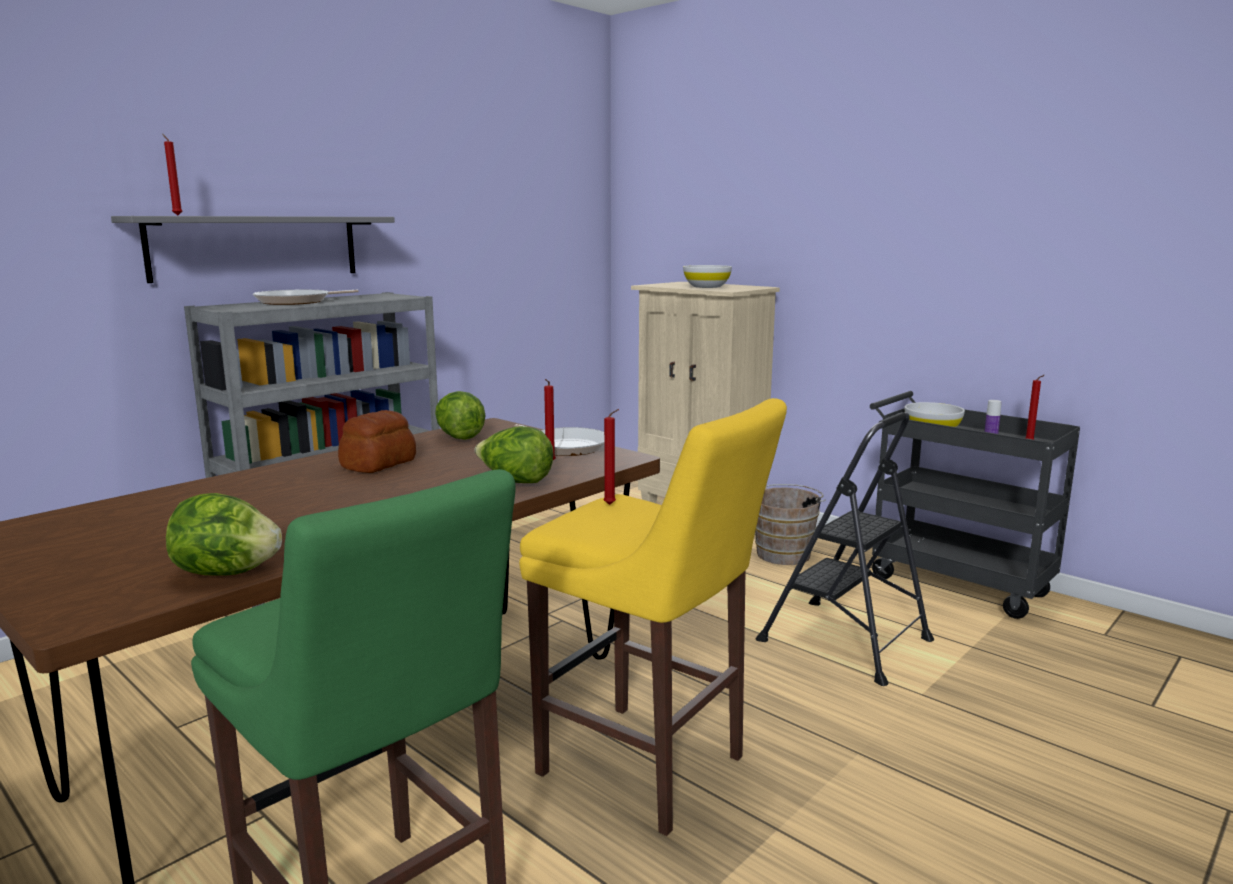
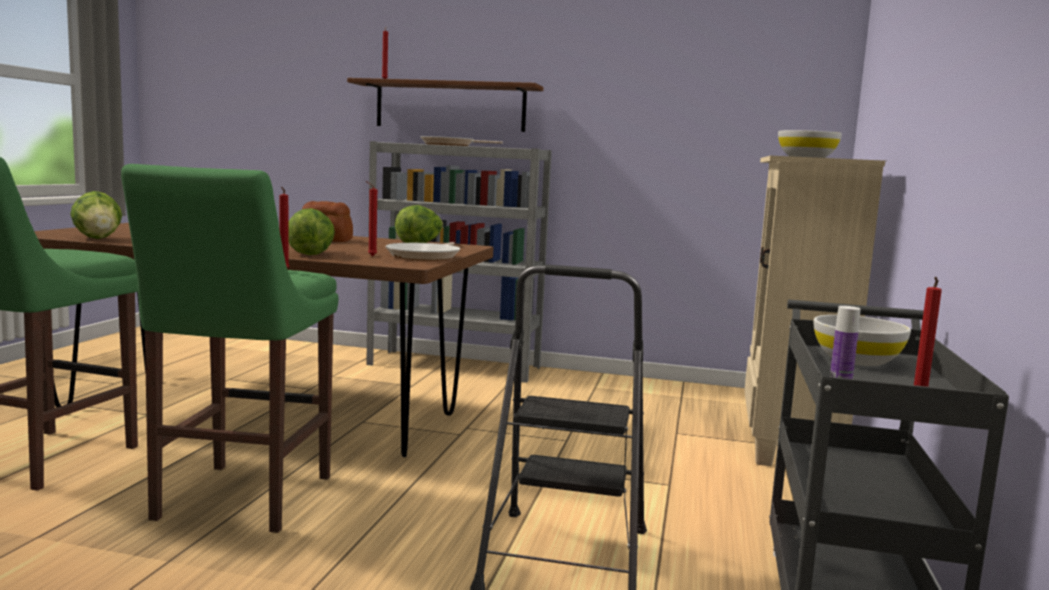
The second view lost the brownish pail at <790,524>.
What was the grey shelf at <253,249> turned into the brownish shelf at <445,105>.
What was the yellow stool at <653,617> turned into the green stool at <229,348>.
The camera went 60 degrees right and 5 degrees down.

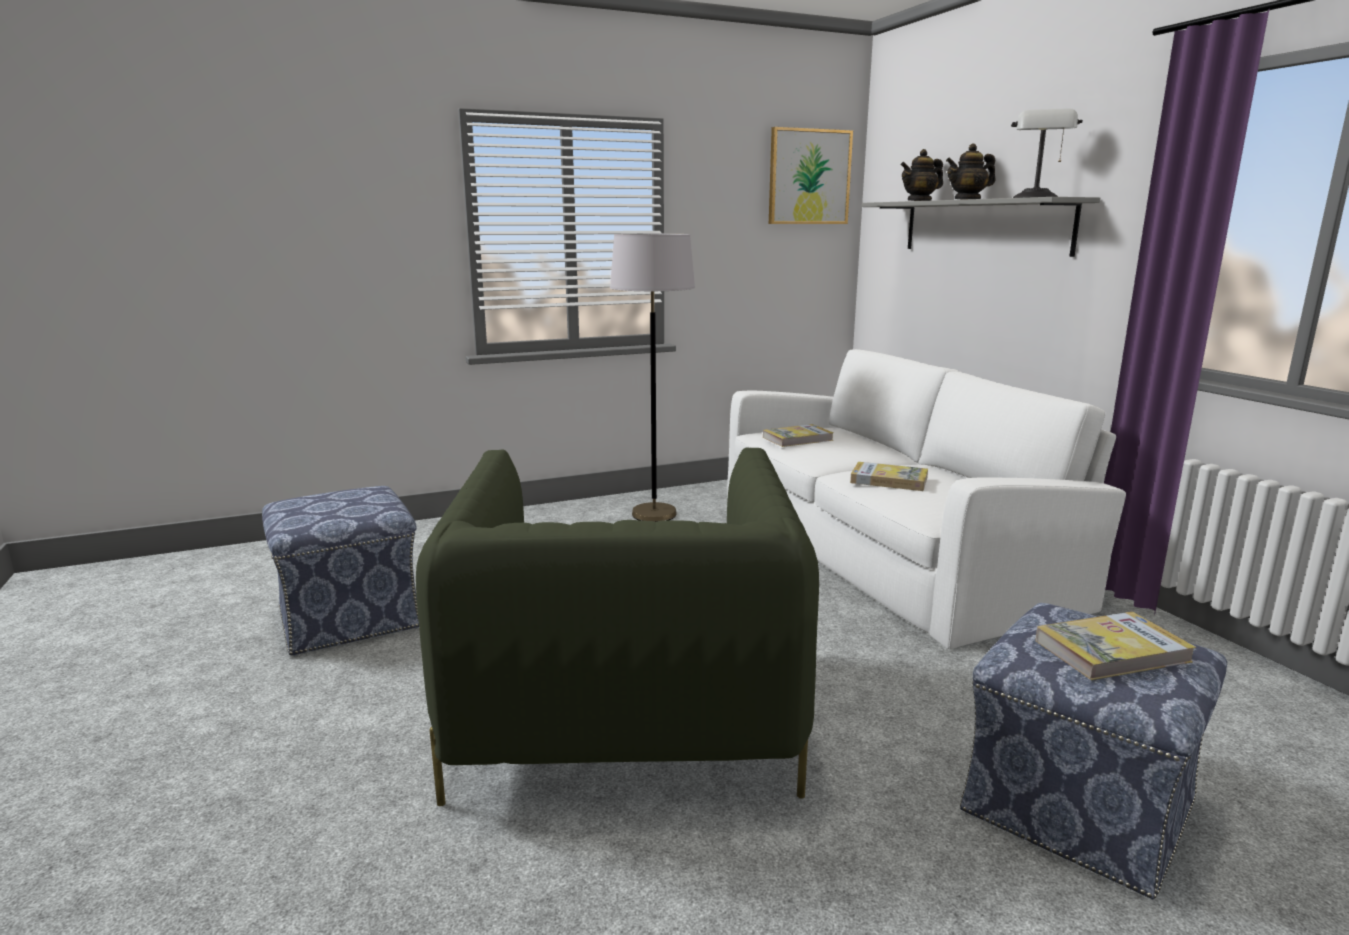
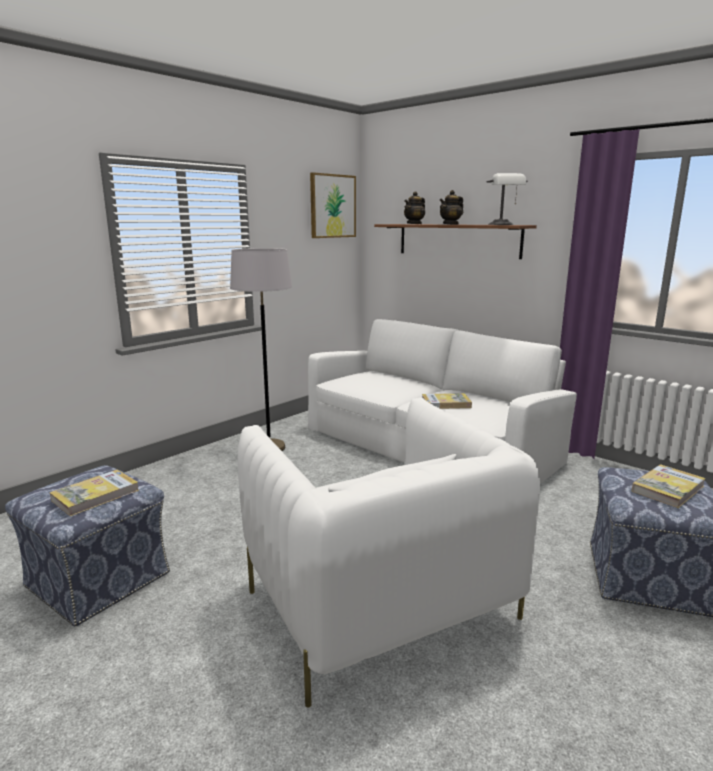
The book ended up elsewhere, having gone from <798,435> to <94,493>.
What was the green armchair at <617,626> turned into the whitish armchair at <389,553>.
What was the grey shelf at <981,227> turned into the brownish shelf at <455,241>.
The camera went 25 degrees left and 0 degrees up.

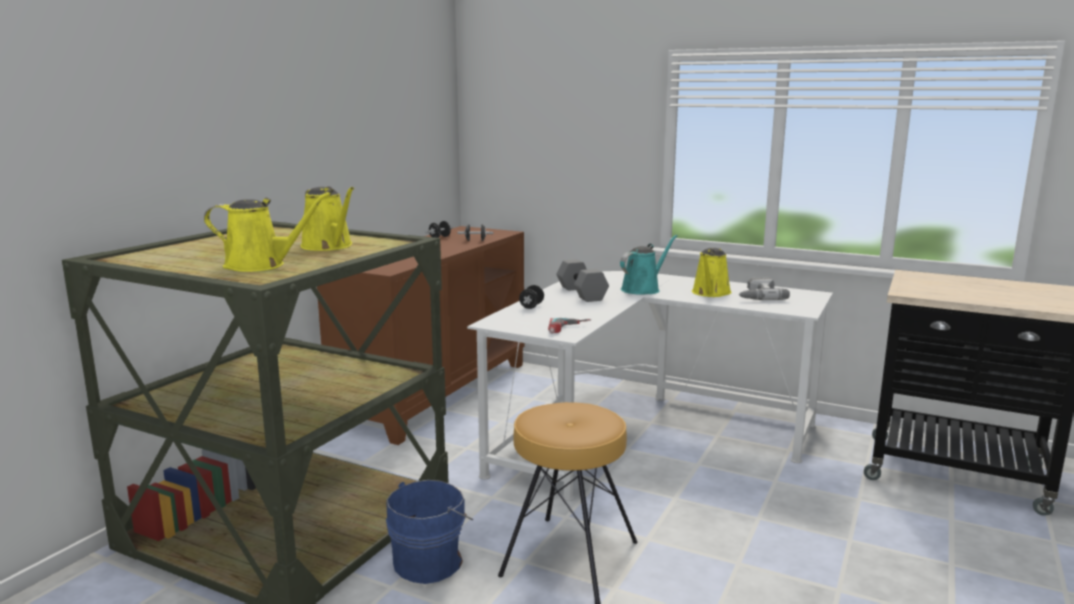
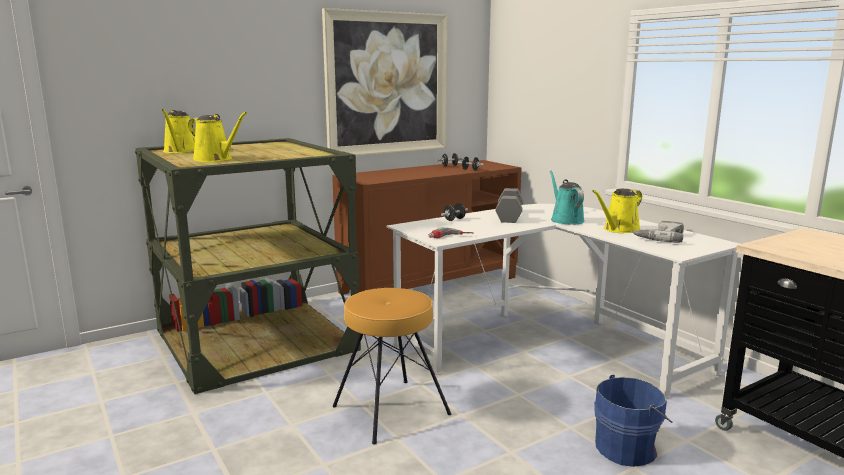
The second view gained the wall picture at <384,82>.
The yellow sprinkling can ended up elsewhere, having gone from <327,219> to <178,131>.
The blue-coloured pail ended up elsewhere, having gone from <429,532> to <633,421>.
The turquoise sprinkling can at <649,265> ended up facing another way, 90 degrees counterclockwise from before.
The camera went 30 degrees right and 0 degrees up.

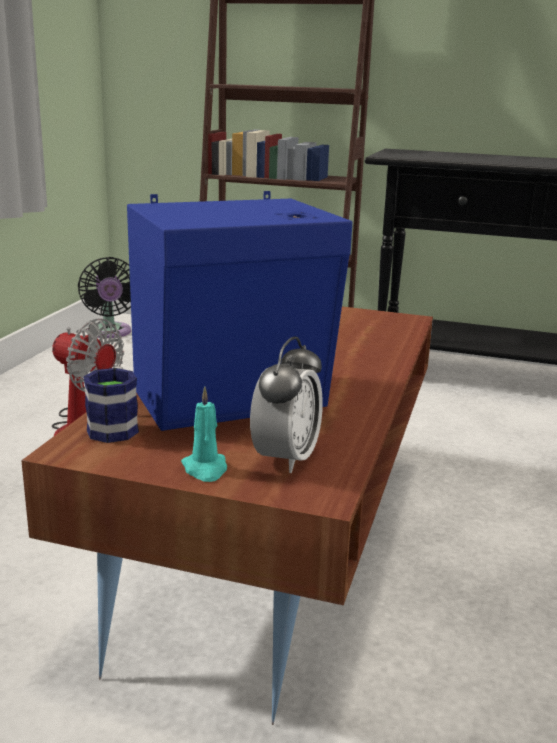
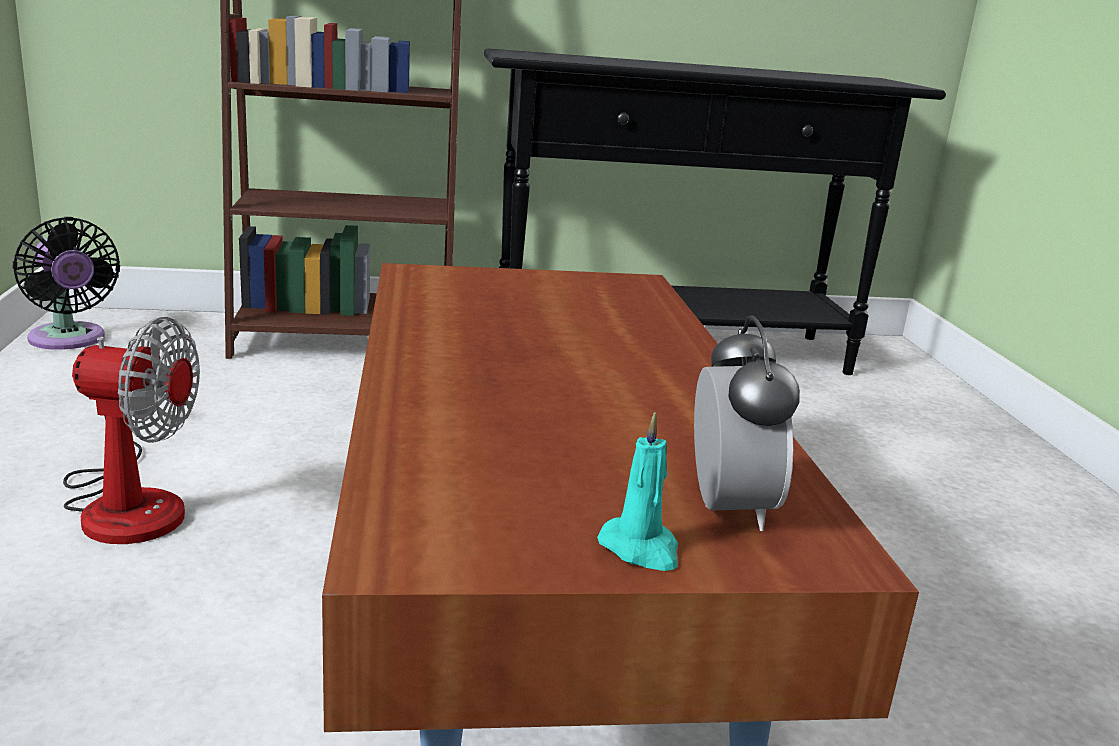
The second view lost the coffee mug at <111,404>.
The second view lost the blue-coloured speaker at <239,311>.
The camera went 25 degrees left and 0 degrees up.

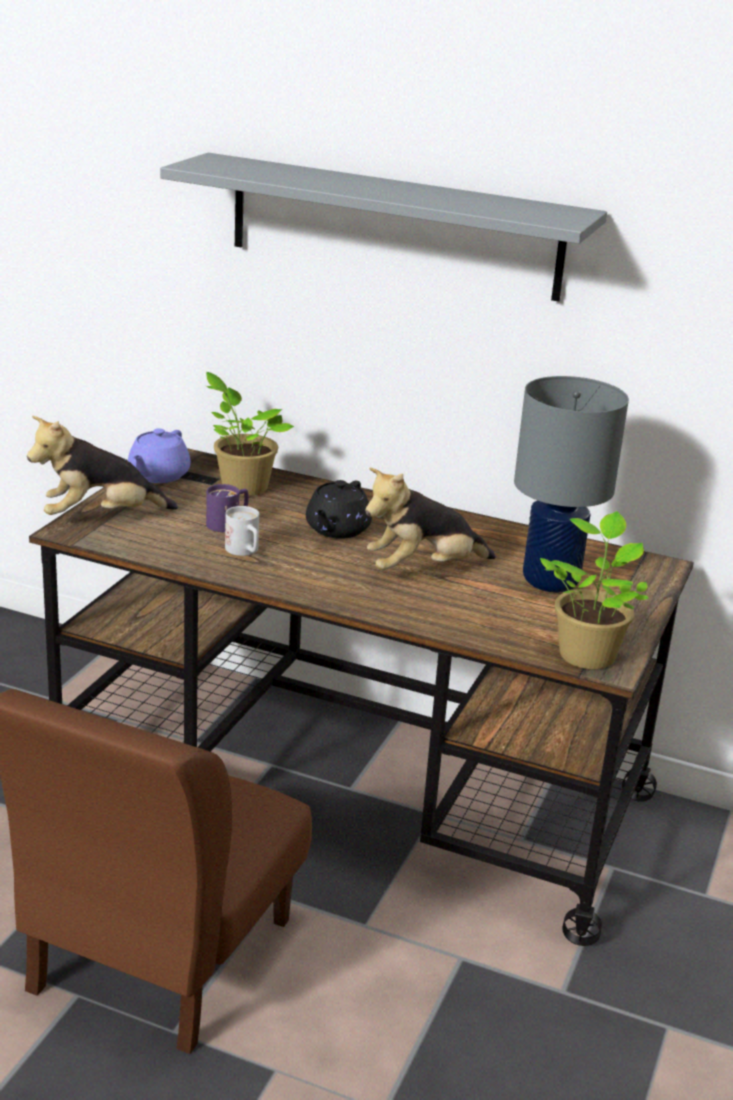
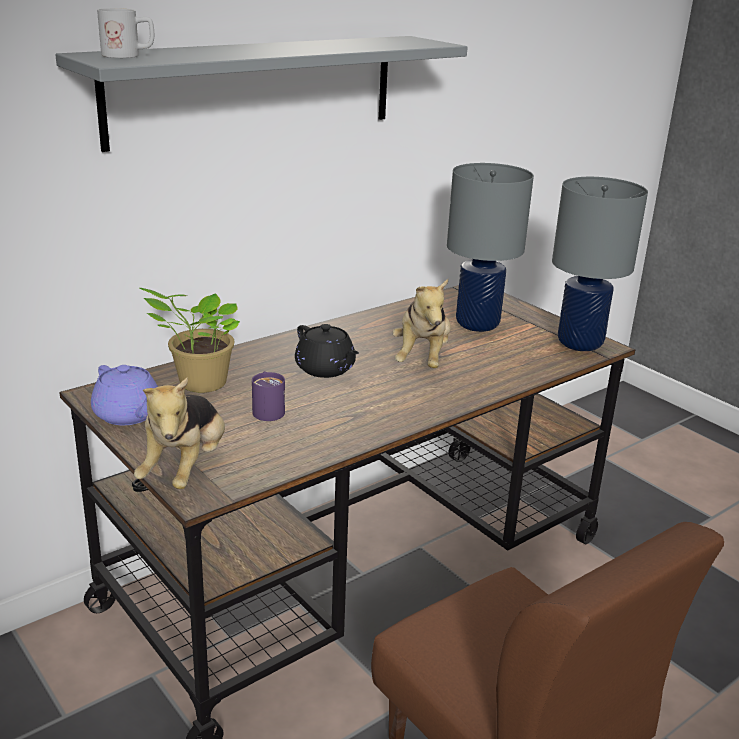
The whitish coffee mug ended up elsewhere, having gone from <242,531> to <125,33>.
Where the houseplant stood at <594,590>, the grey tabletop lamp came to stand at <600,264>.
The camera went 60 degrees left and 0 degrees up.

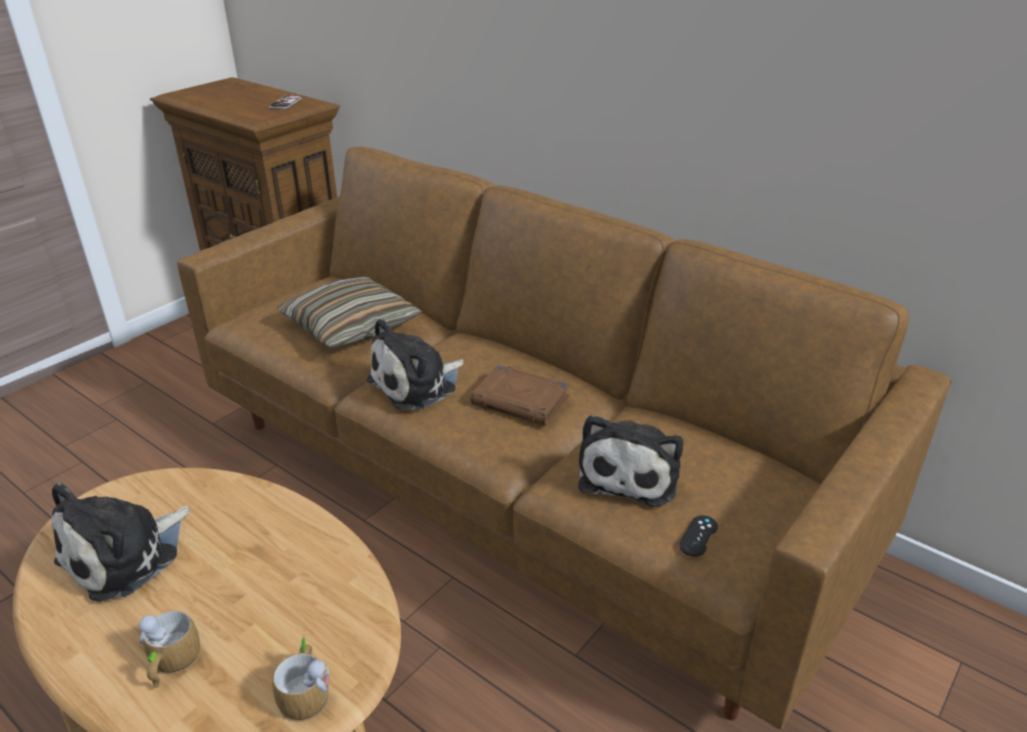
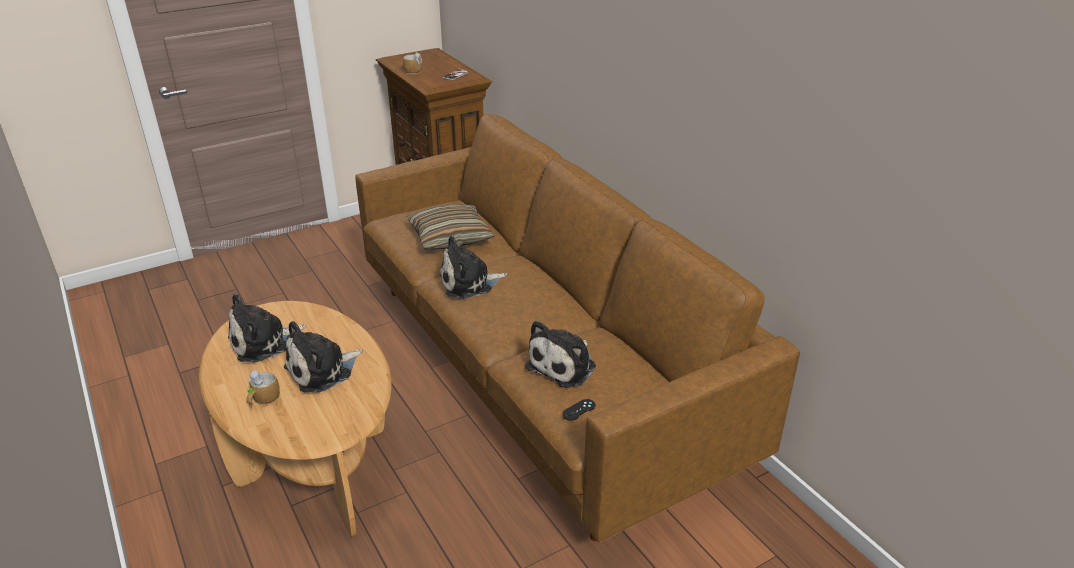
The second view lost the brownish book at <520,395>.
The second view gained the soft toy at <323,357>.
The coffee mug ended up elsewhere, having gone from <301,680> to <412,63>.
The camera went 20 degrees right and 0 degrees up.

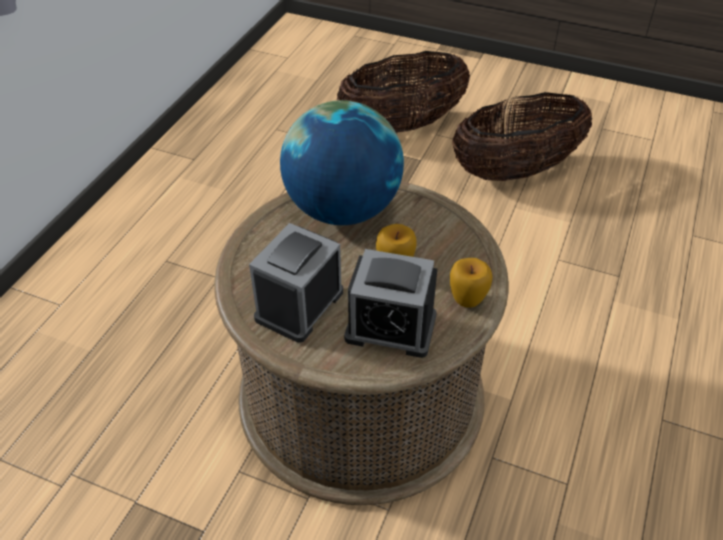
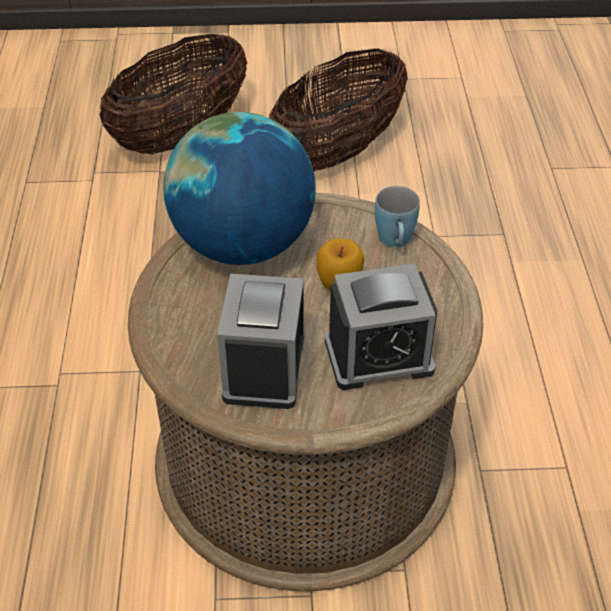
The second view lost the apple fruit at <471,283>.
The second view gained the blue-coloured coffee mug at <397,216>.
The camera went 25 degrees left and 0 degrees up.

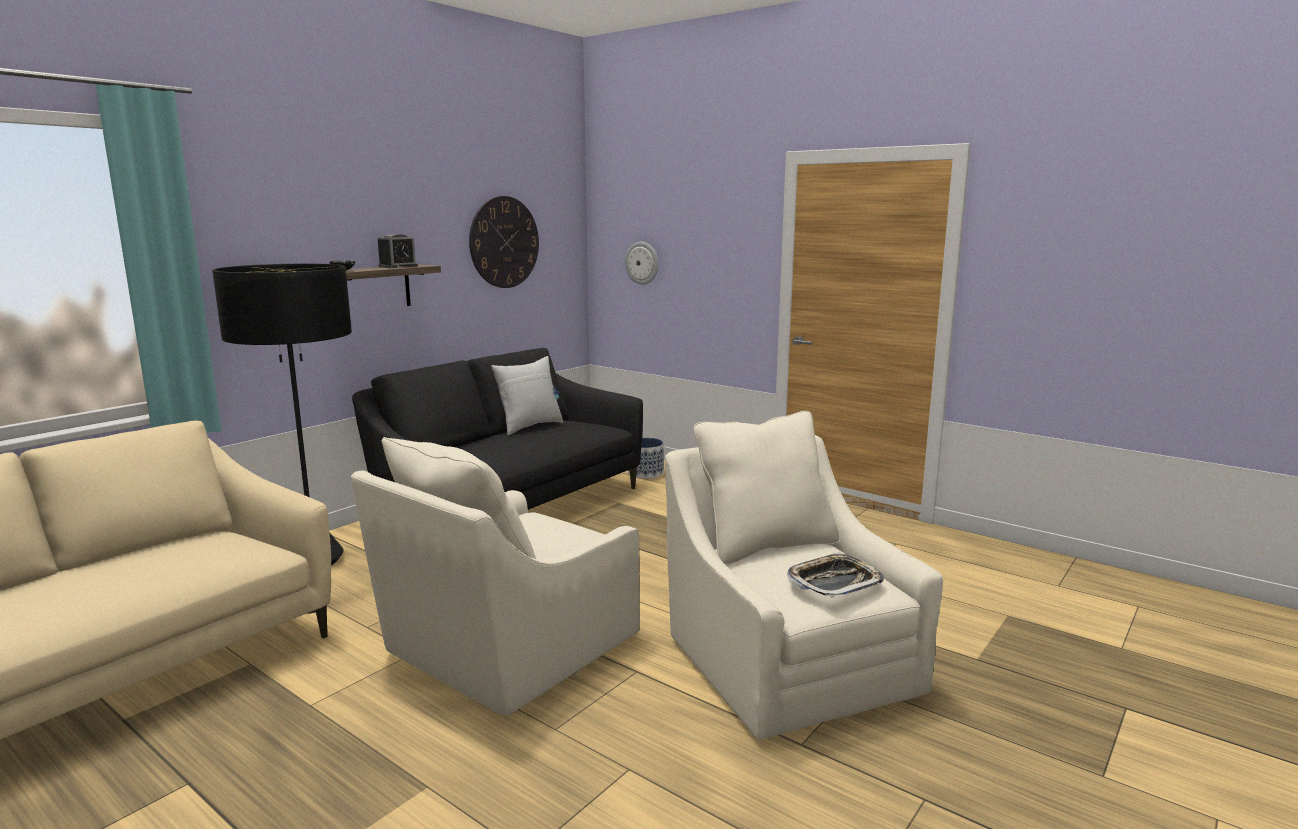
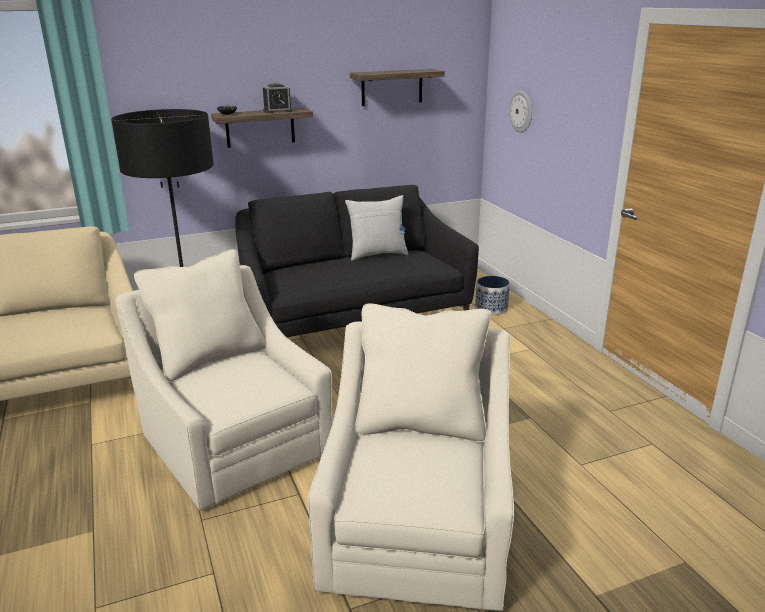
The second view lost the tray at <835,575>.
Where the clock on the wall hung at <504,242>, the shelf came to hang at <397,87>.
The beige-coloured armchair at <495,576> ended up facing another way, 75 degrees clockwise from before.
The camera went 30 degrees right and 10 degrees up.

